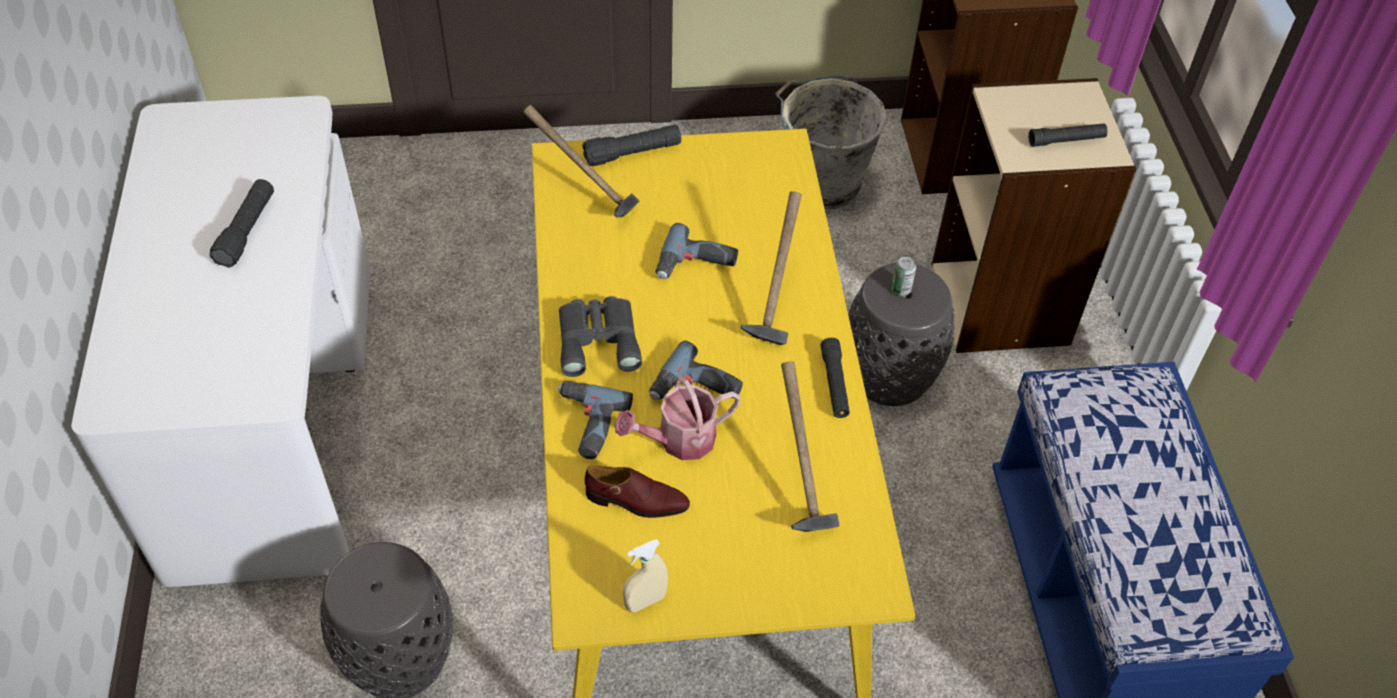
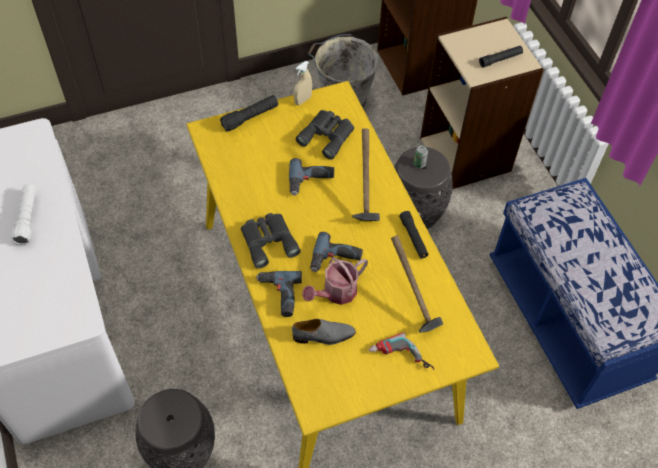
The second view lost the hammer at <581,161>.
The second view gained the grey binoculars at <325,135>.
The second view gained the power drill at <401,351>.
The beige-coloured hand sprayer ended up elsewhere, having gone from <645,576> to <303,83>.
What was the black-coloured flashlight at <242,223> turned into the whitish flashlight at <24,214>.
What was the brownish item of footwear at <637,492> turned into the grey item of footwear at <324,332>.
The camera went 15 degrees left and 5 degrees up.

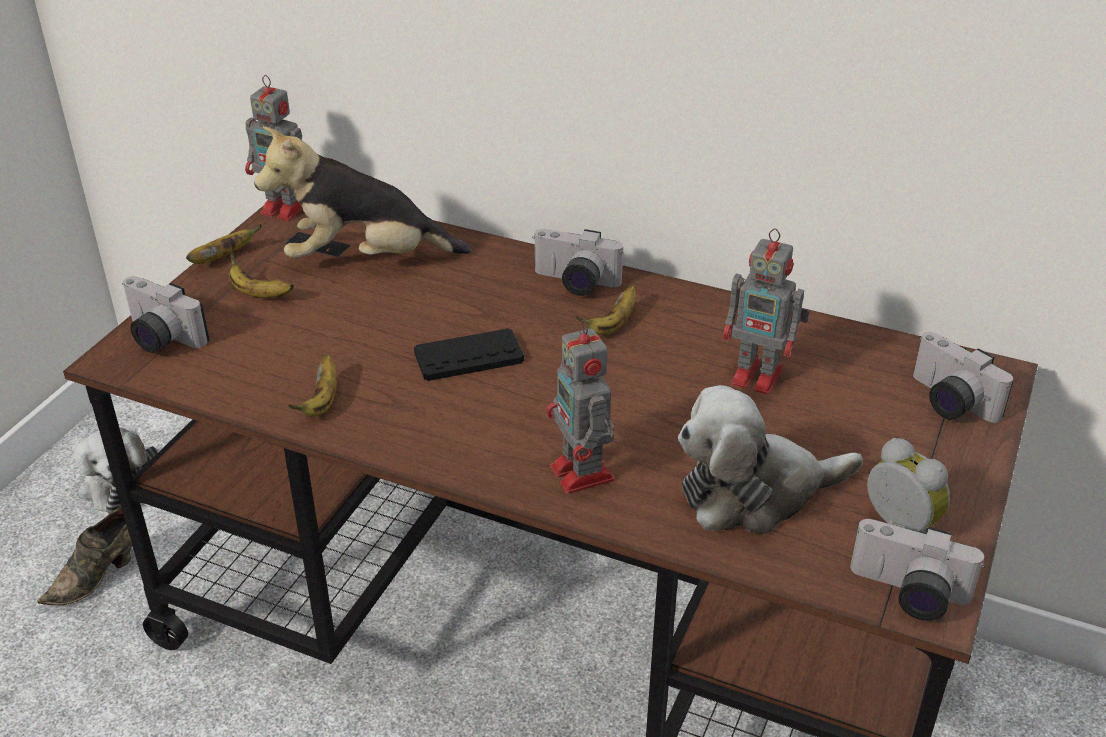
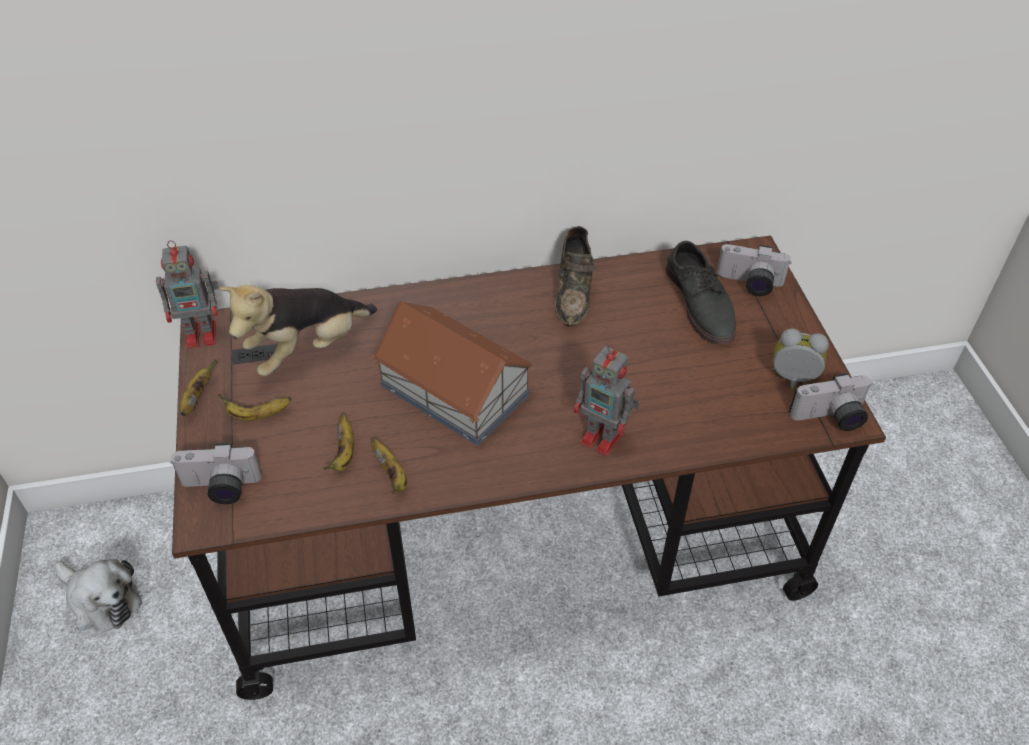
The second view lost the still camera at <578,262>.
The second view lost the soft toy at <770,459>.
The second view lost the model robot at <766,311>.
The second view gained the grey item of footwear at <701,292>.
The brownish item of footwear ended up elsewhere, having gone from <84,556> to <575,276>.
The banana fruit ended up elsewhere, having gone from <606,310> to <338,442>.
Where the black-coloured gamepad stood at <469,354>, the model house came to stand at <453,374>.
The camera went 35 degrees left and 10 degrees up.

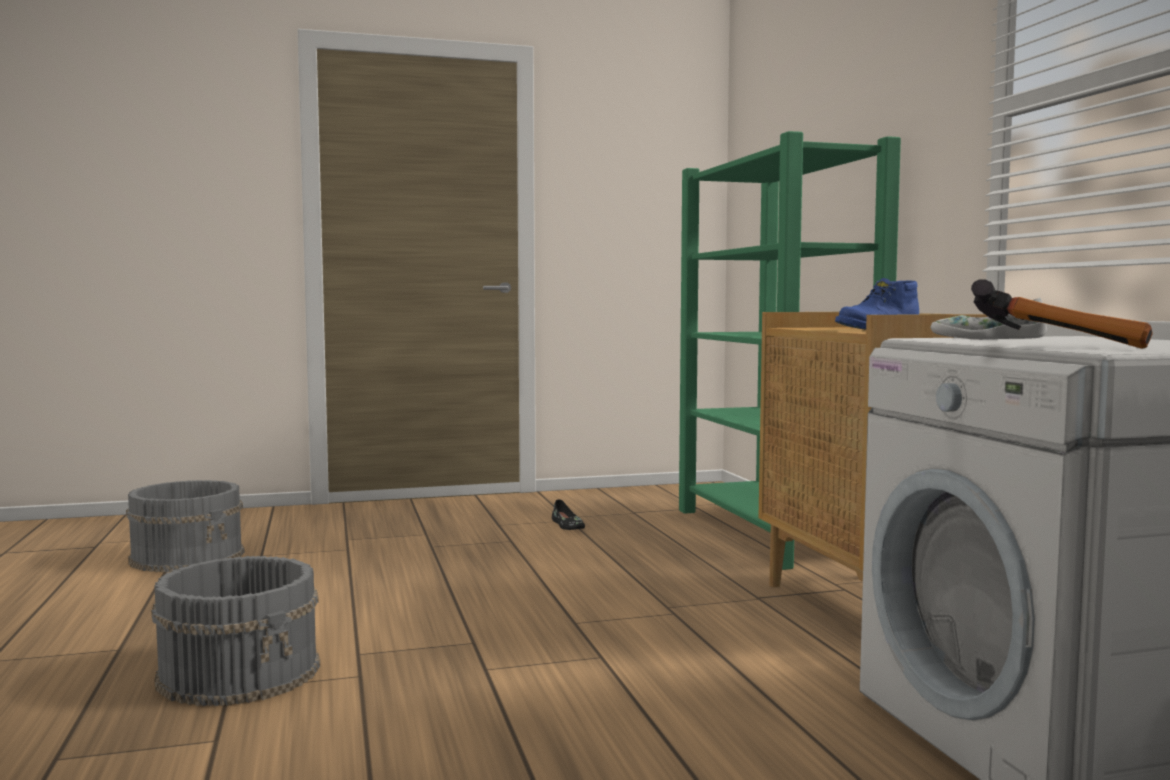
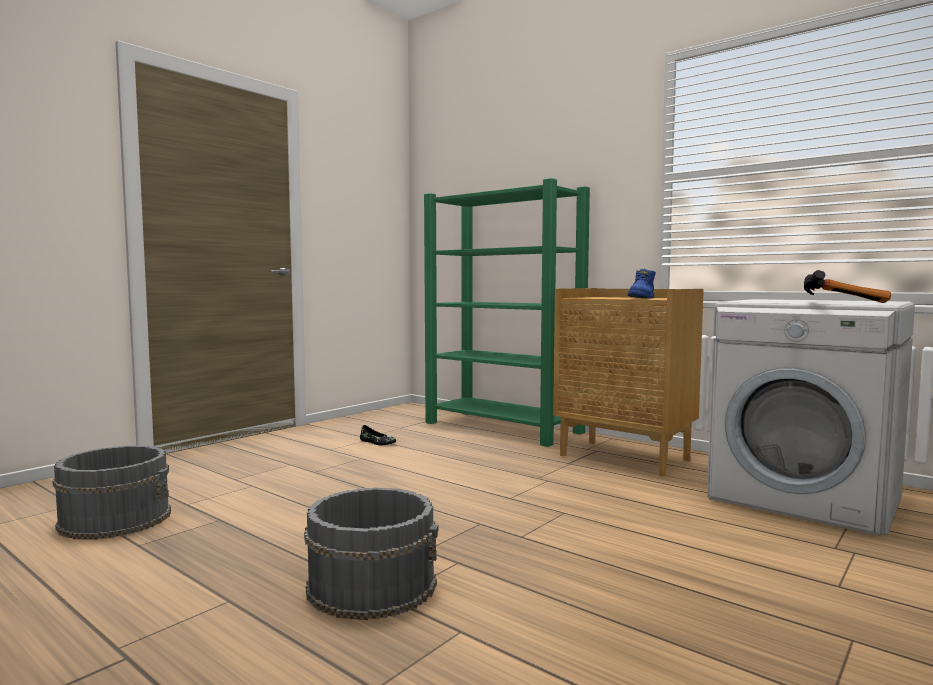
The second view lost the whitish item of footwear at <989,319>.
The camera went 35 degrees left and 0 degrees up.

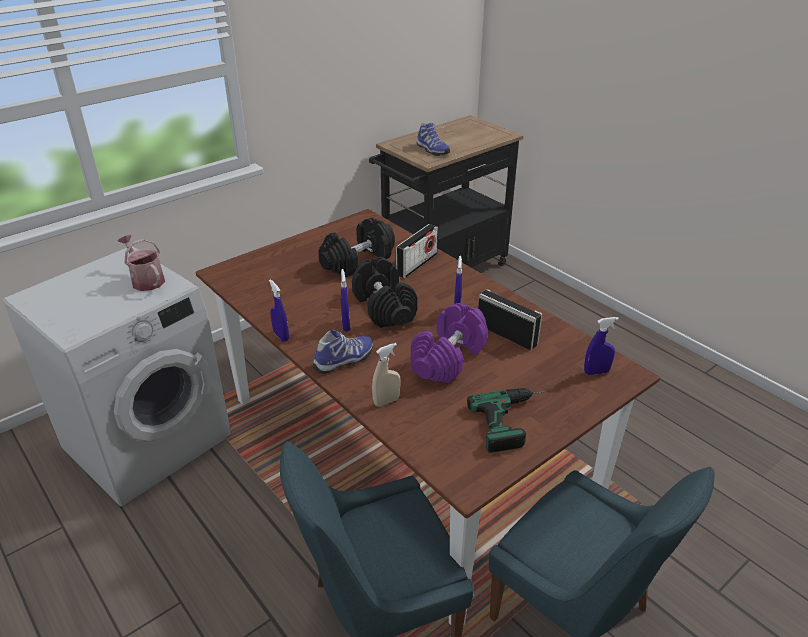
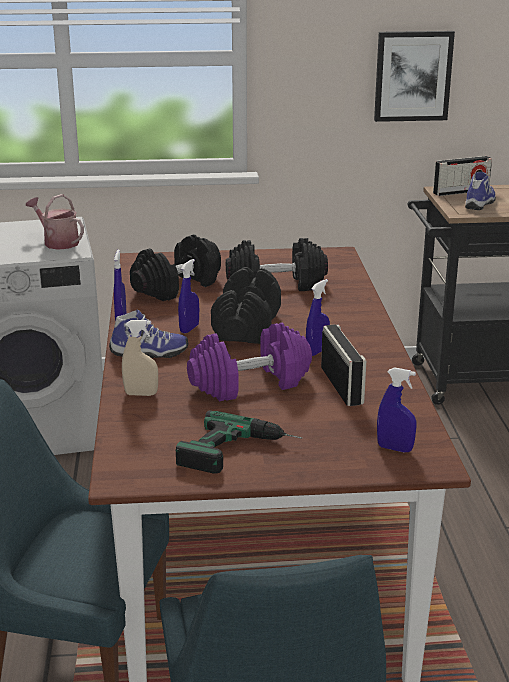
The second view gained the black-coloured free weight at <175,267>.
The second view gained the wall picture at <414,76>.
The radio ended up elsewhere, having gone from <417,251> to <462,176>.
The sprinkling can at <141,263> ended up facing another way, 45 degrees counterclockwise from before.
The item of footwear at <433,139> ended up facing another way, 150 degrees counterclockwise from before.
The camera went 35 degrees right and 10 degrees down.

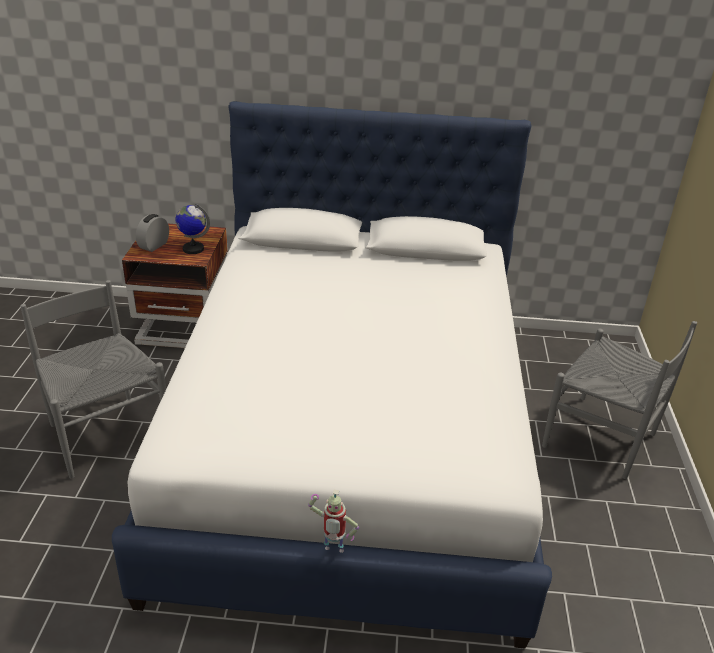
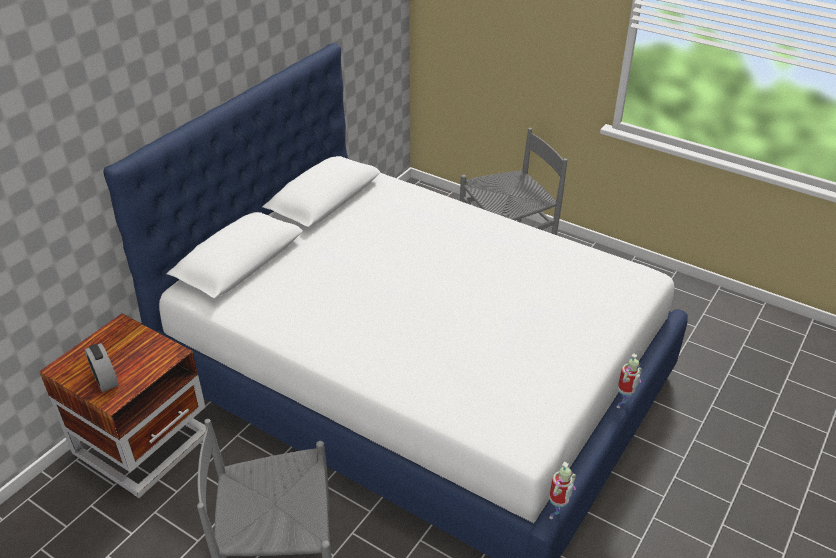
The second view lost the globe at <193,229>.
The second view gained the model robot at <562,490>.
The camera went 60 degrees left and 5 degrees up.

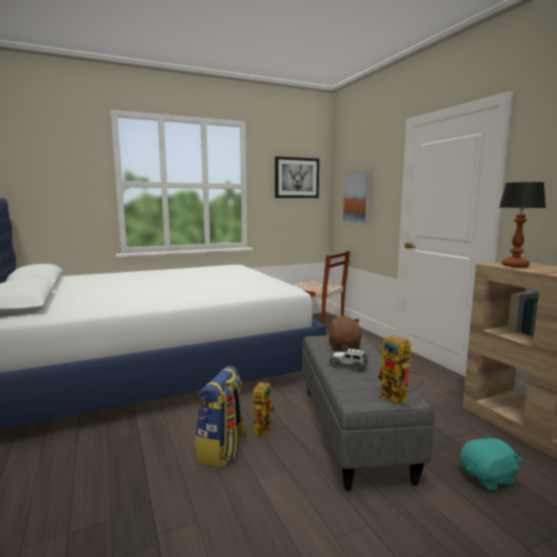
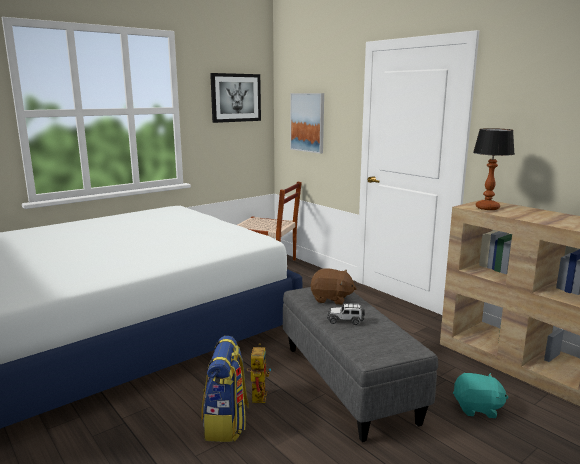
The second view lost the model robot at <400,370>.
The brownish soft toy at <344,333> ended up facing another way, 120 degrees clockwise from before.
The turquoise soft toy at <491,463> ended up facing another way, 45 degrees clockwise from before.
The camera went 15 degrees left and 5 degrees up.

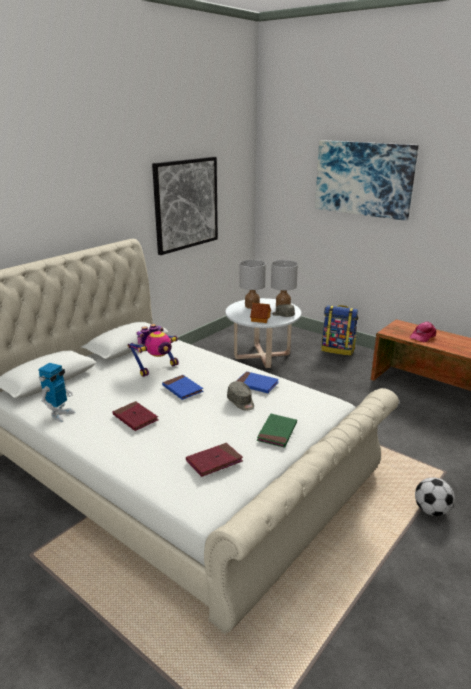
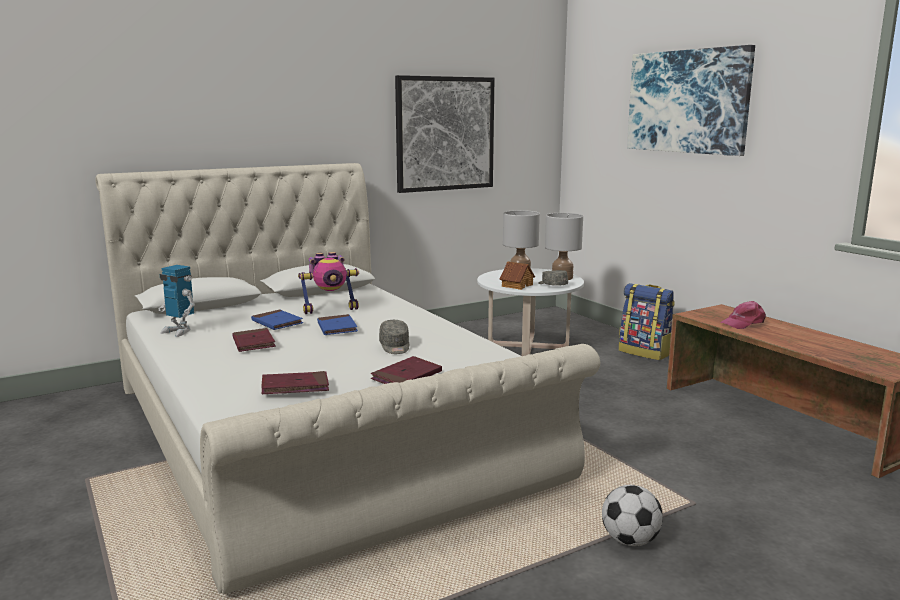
The blue-coloured book ended up elsewhere, having gone from <257,382> to <277,320>.
What was the green book at <277,431> turned into the reddish book at <406,370>.
The model robot at <56,392> ended up facing another way, 75 degrees clockwise from before.
The camera went 20 degrees right and 10 degrees down.

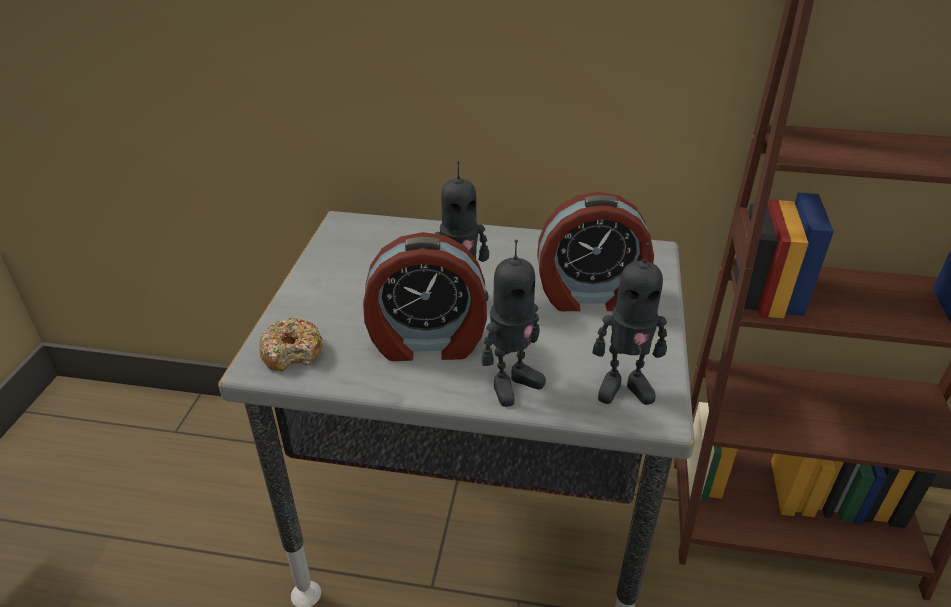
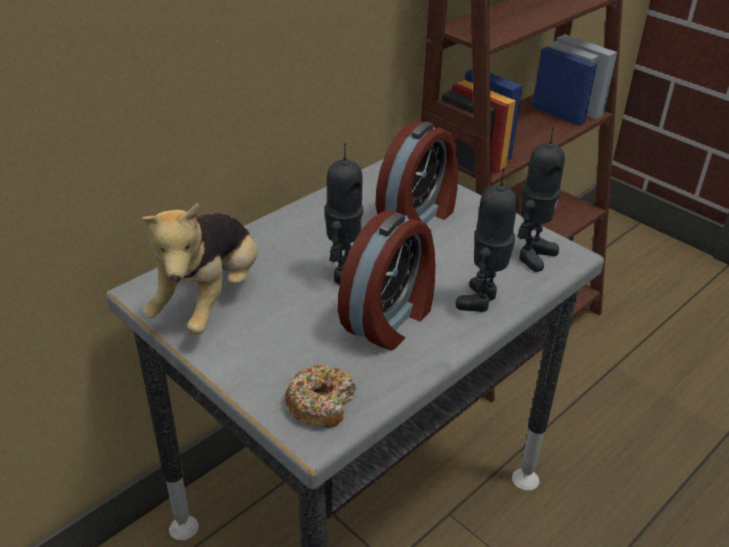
The second view gained the soft toy at <199,268>.
The model robot at <513,323> ended up facing another way, 150 degrees counterclockwise from before.
The camera went 55 degrees left and 0 degrees up.

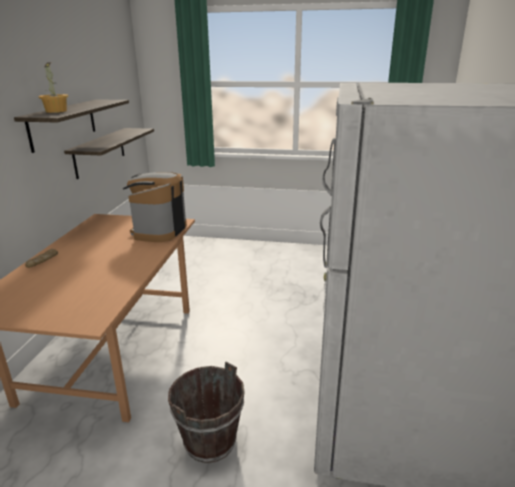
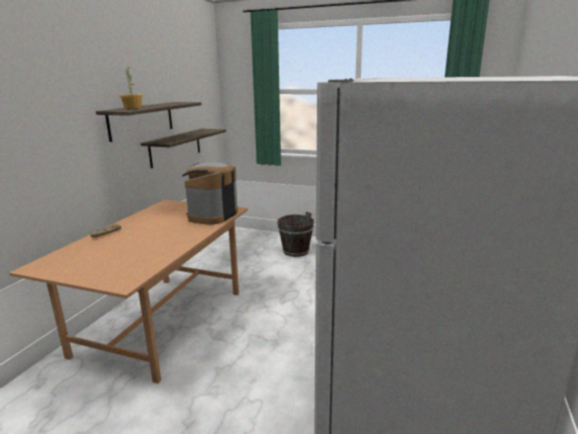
The brownish pail ended up elsewhere, having gone from <206,412> to <295,234>.
The camera went 10 degrees right and 5 degrees down.

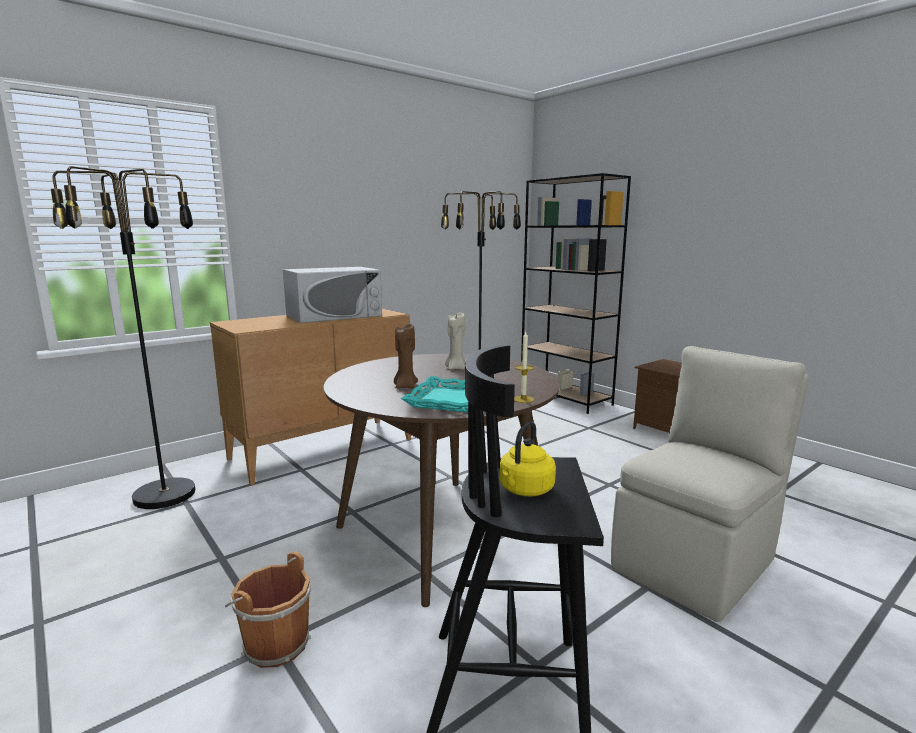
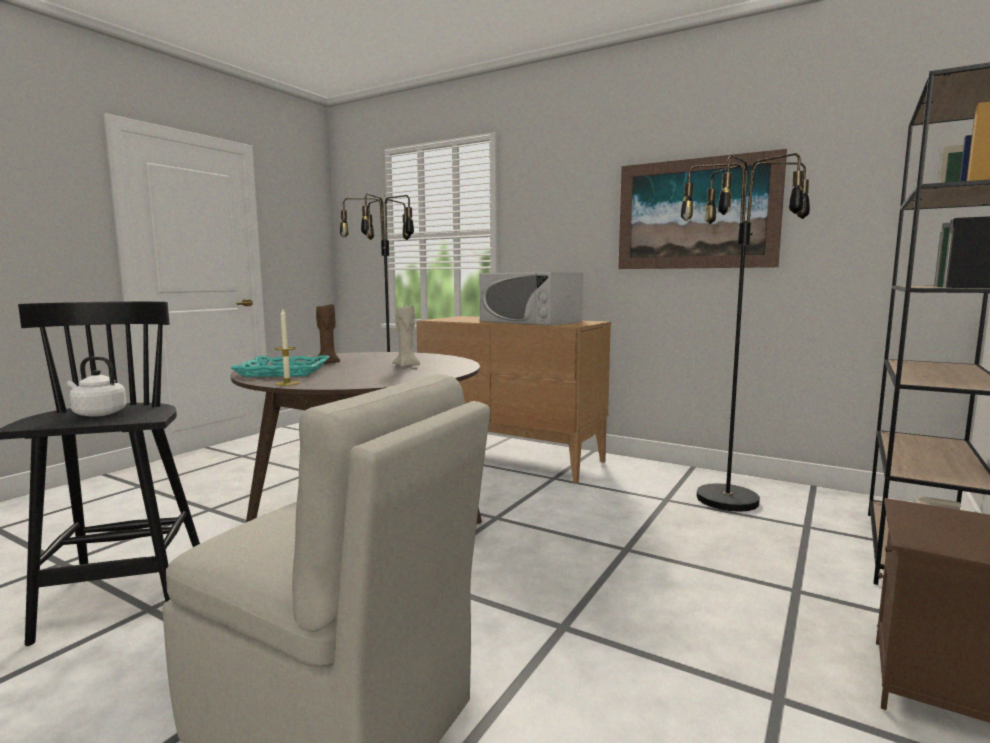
The second view lost the brownish pail at <268,609>.
The second view gained the wall picture at <702,209>.
What was the yellow water kettle at <528,458> turned into the whitish water kettle at <97,387>.
The camera went 70 degrees right and 5 degrees down.

